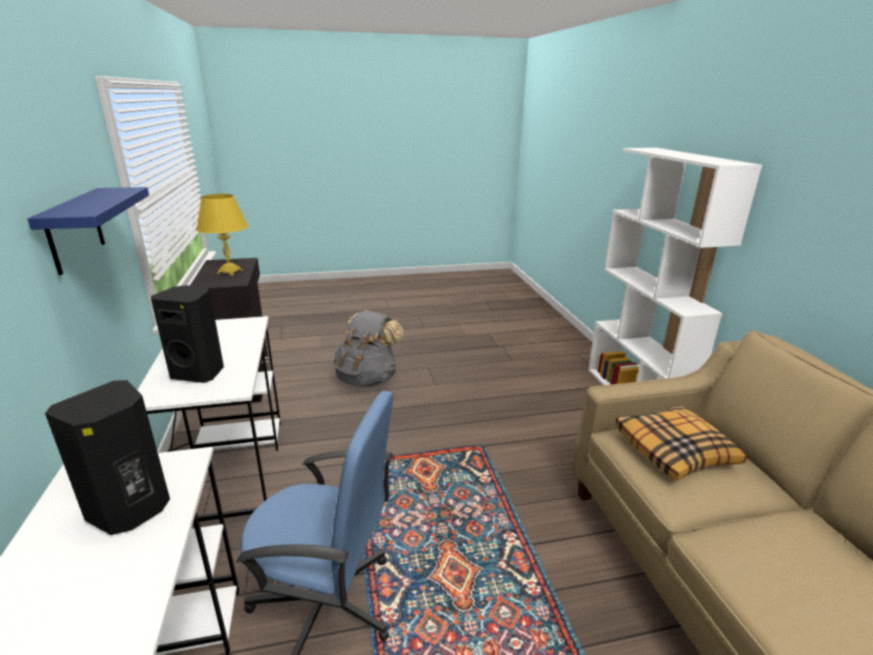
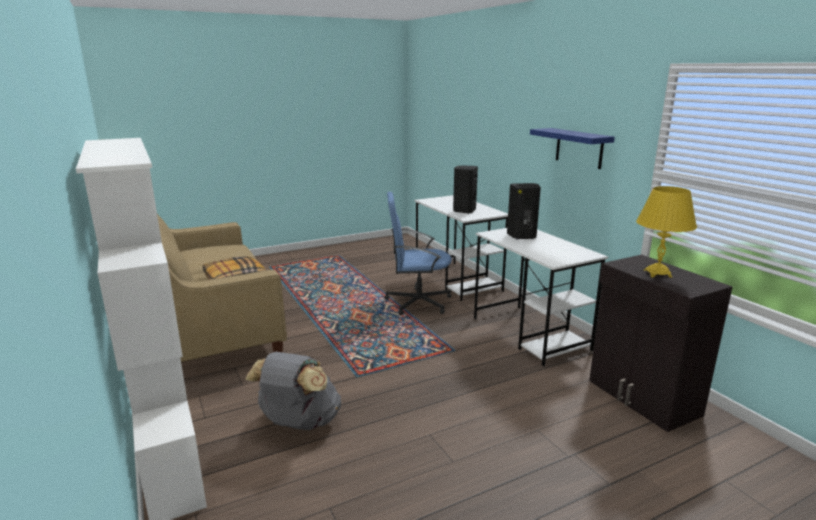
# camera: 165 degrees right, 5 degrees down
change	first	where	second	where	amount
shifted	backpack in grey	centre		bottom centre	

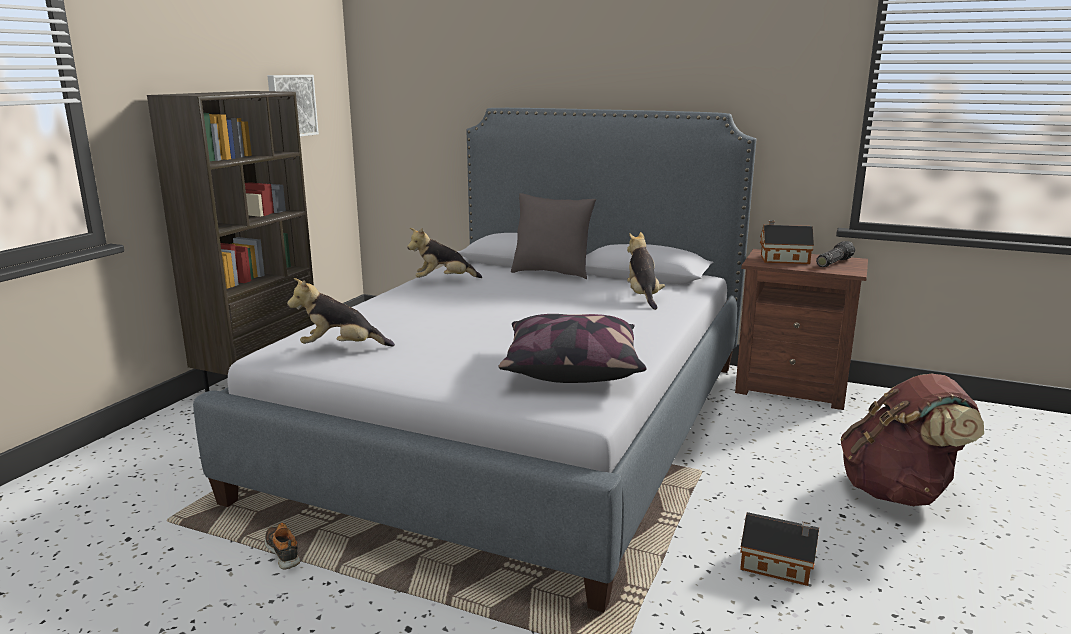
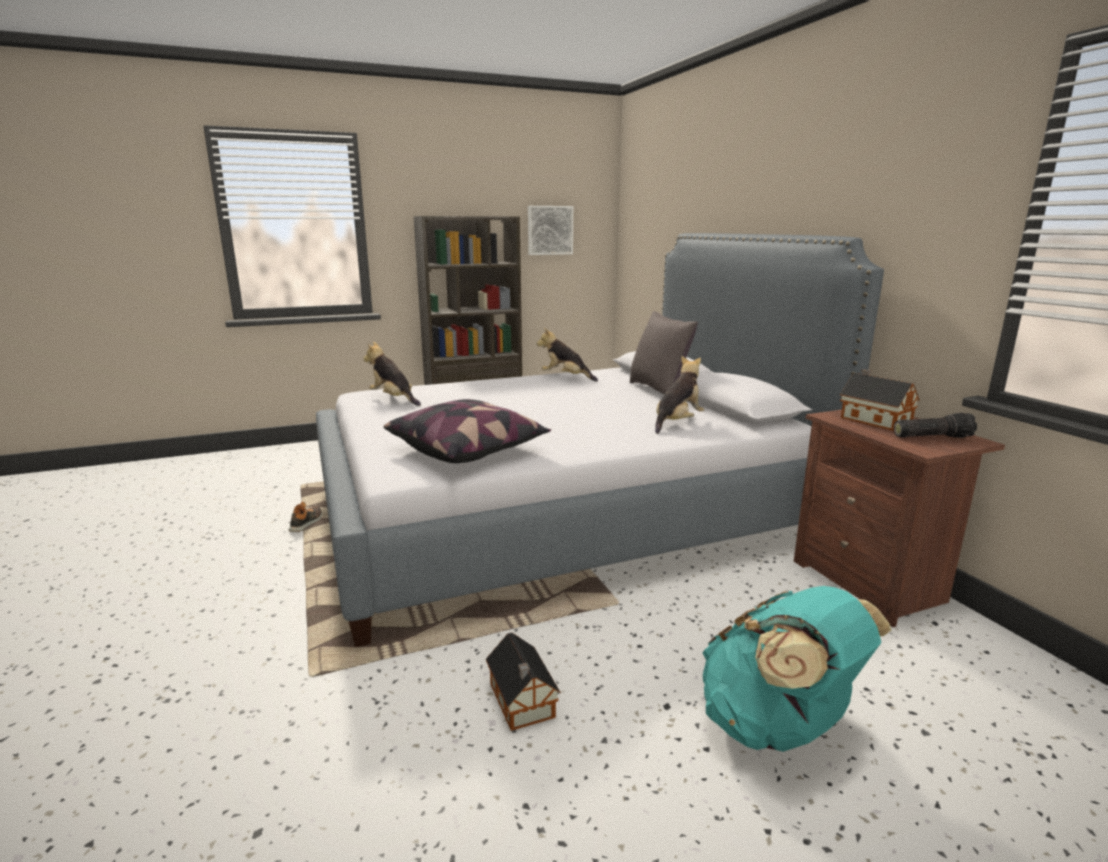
# camera: 45 degrees right, 0 degrees up
change	first	where	second	where	amount
repainted	backpack in brown	bottom right	backpack in turquoise	bottom right	

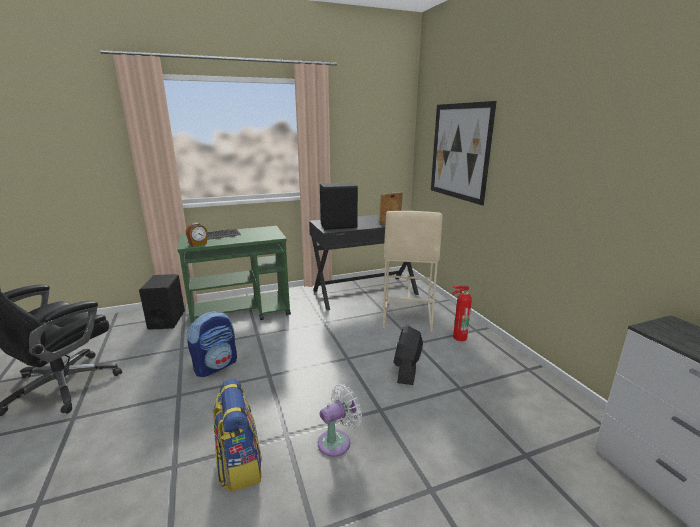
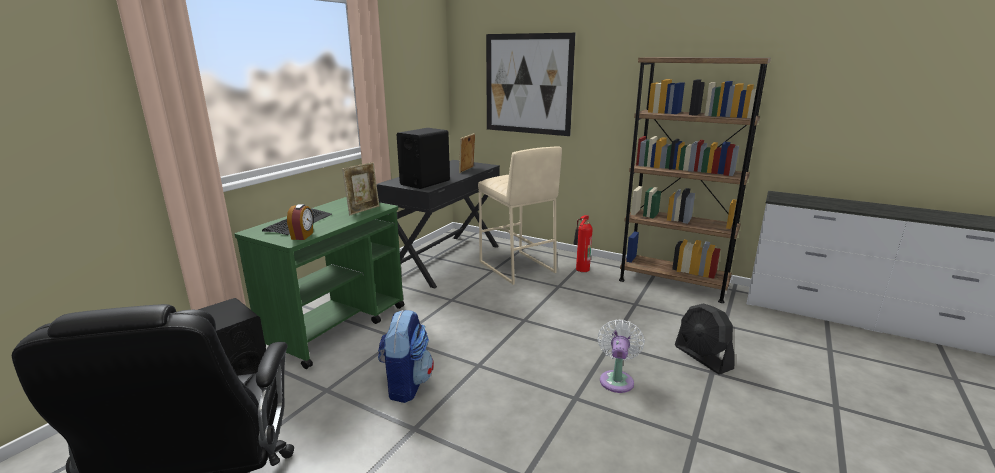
# camera: 40 degrees left, 0 degrees up
change	first	where	second	where	amount
gone	backpack (no. 2 from left)	bottom centre			
new			picture frame (no. 1 from left)	centre	
new			bookcase in brown	middle right	
shifted	fan in black	bottom centre		bottom right	

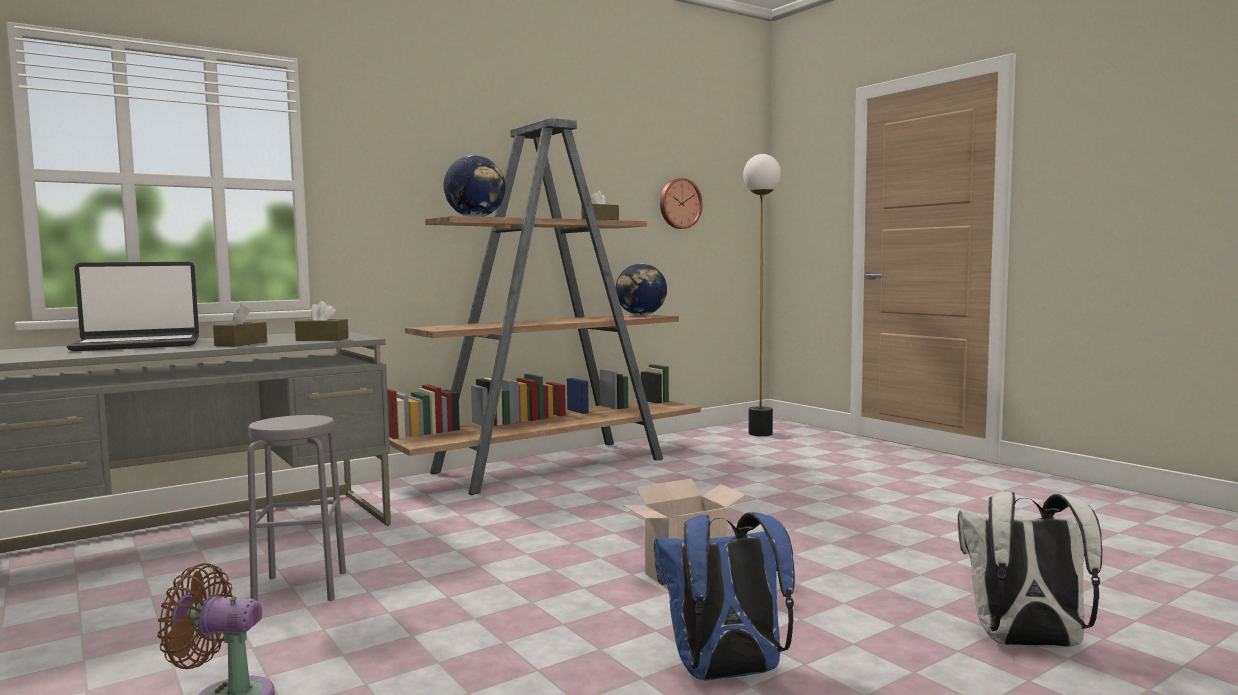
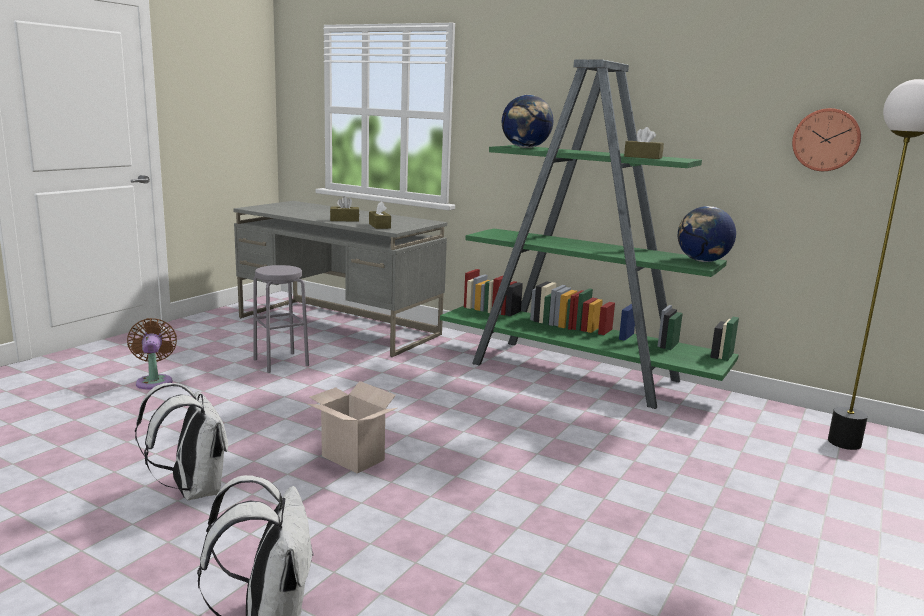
# camera: 65 degrees right, 10 degrees up
change	first	where	second	where	amount
gone	laptop	middle left			
repainted	bookcase in brown	centre	bookcase in green	centre	
repainted	backpack in blue	bottom centre	backpack in white (no. 1 from left)	bottom left	

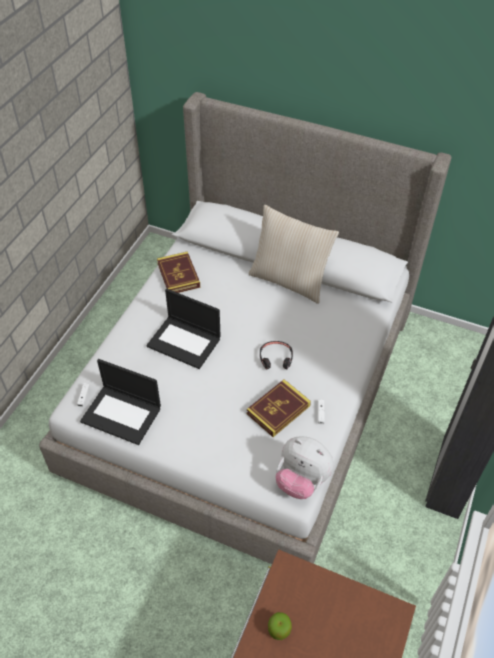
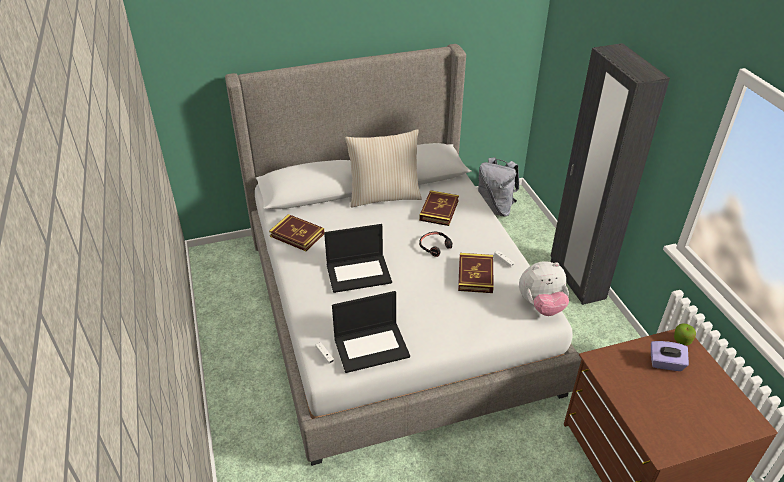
# camera: 40 degrees left, 10 degrees down
change	first	where	second	where	amount
new			book (no. 2 from left)	centre	
new			backpack in grey	centre	
new			tissue box in purple	bottom right	
shifted	apple	bottom centre		bottom right	

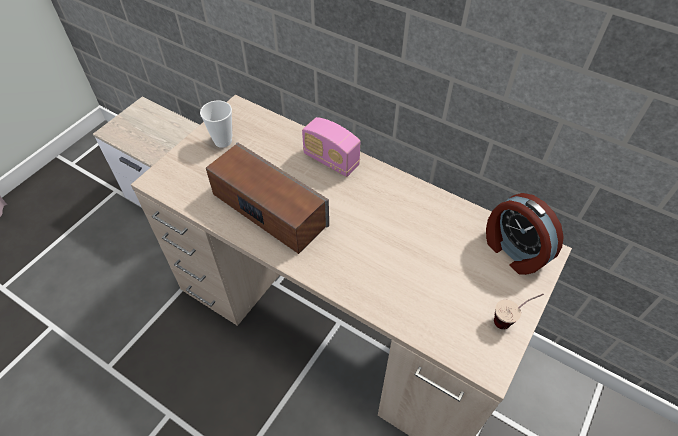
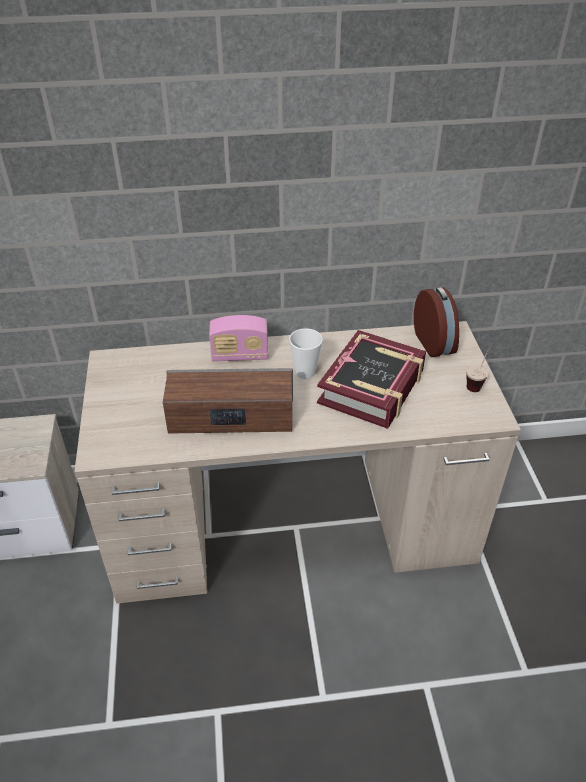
# camera: 40 degrees left, 10 degrees down
change	first	where	second	where	amount
new			book	centre	
shifted	cup (no. 1 from left)	top left		centre	
rotated	alarm clock	middle right		middle right	120 degrees counterclockwise

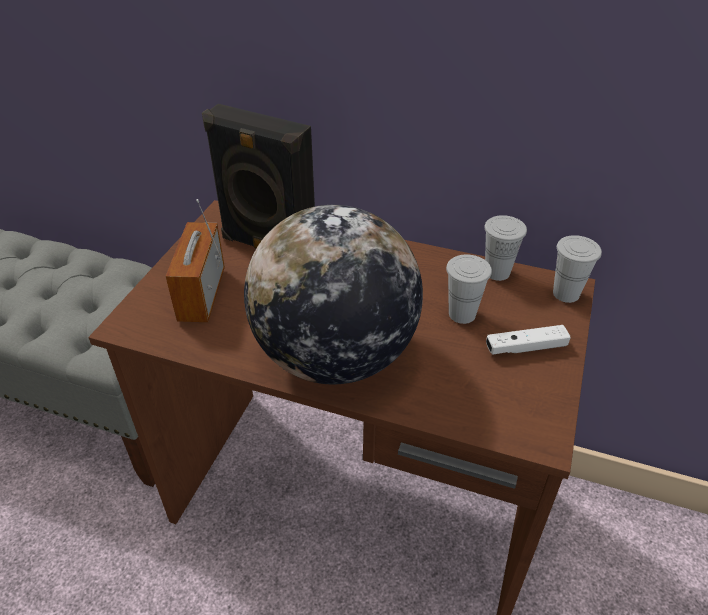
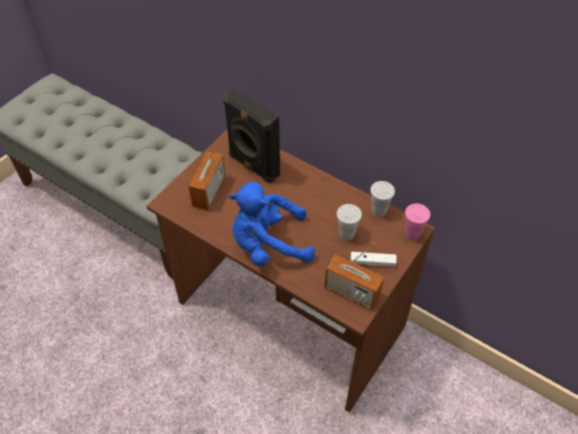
# camera: 15 degrees right, 10 degrees up
change	first	where	second	where	amount
new			radio (no. 2 from left)	centre	
swapped	globe	centre	plush toy in blue	centre	
repainted	cup in white (no. 3 from left)	middle right	cup in pink	middle right	

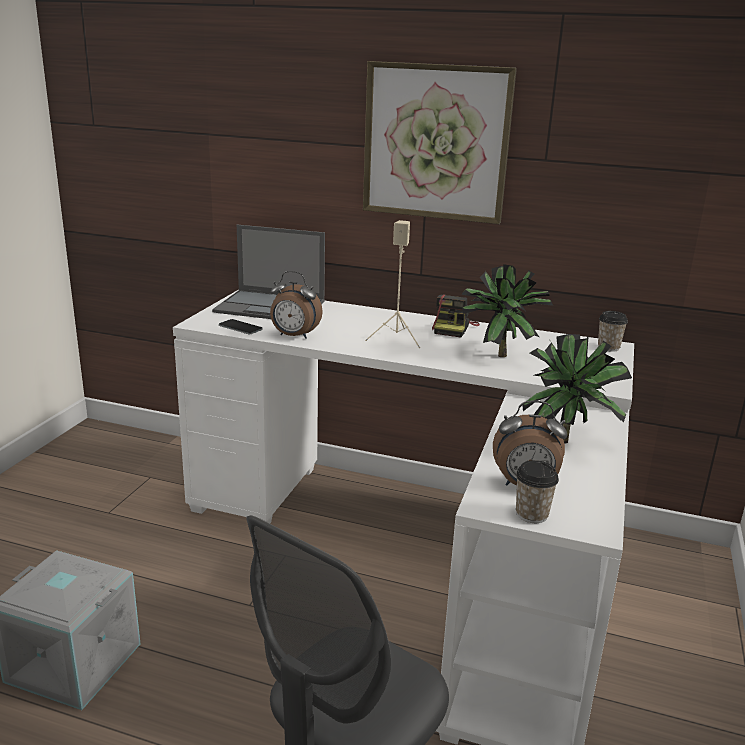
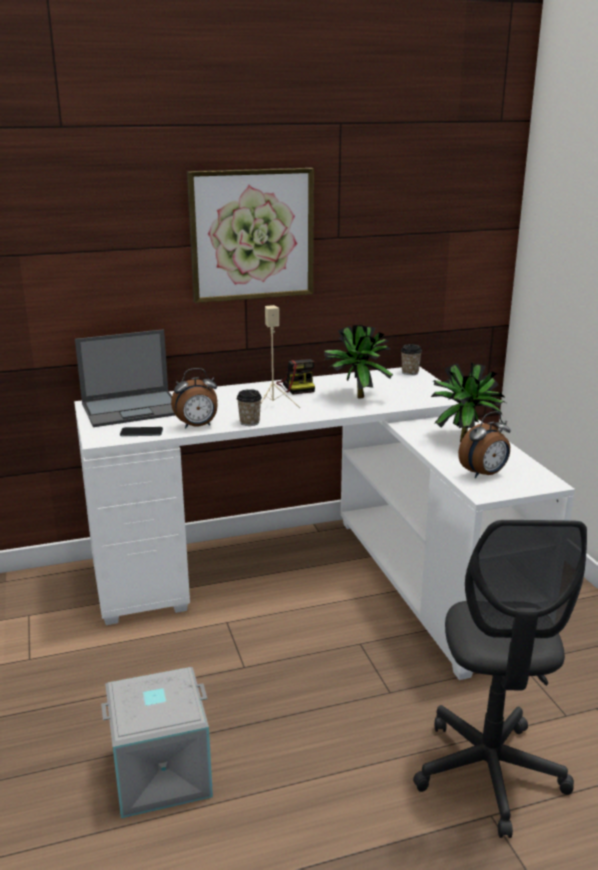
# camera: 35 degrees left, 0 degrees up
change	first	where	second	where	amount
shifted	cup (no. 1 from left)	middle right		centre	

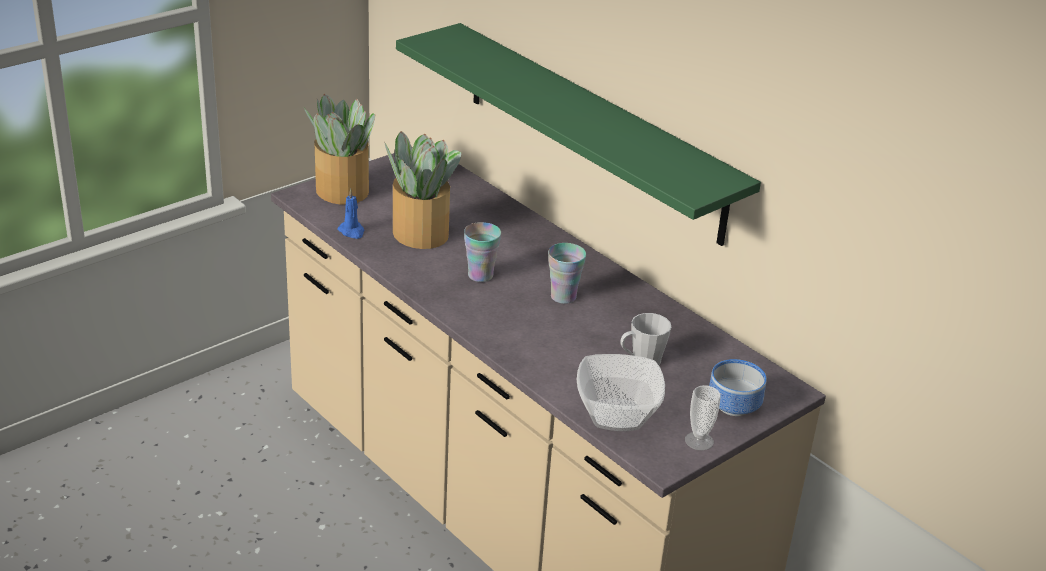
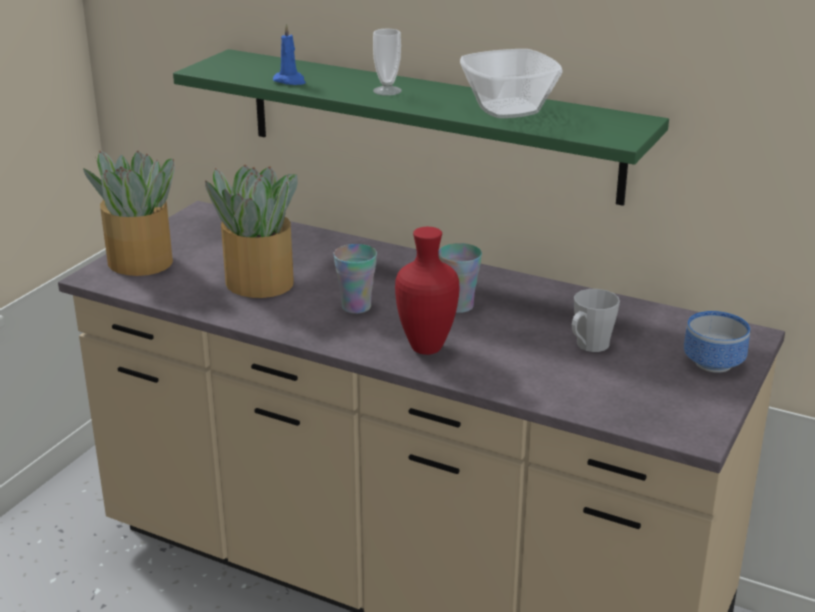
# camera: 20 degrees left, 5 degrees down
change	first	where	second	where	amount
new			vase in red	centre	
shifted	candle in blue	centre		top centre	
shifted	bowl (no. 1 from left)	bottom centre		top centre	
shifted	cup (no. 3 from left in the first image)	bottom right	cup (no. 2 from left)	top centre	

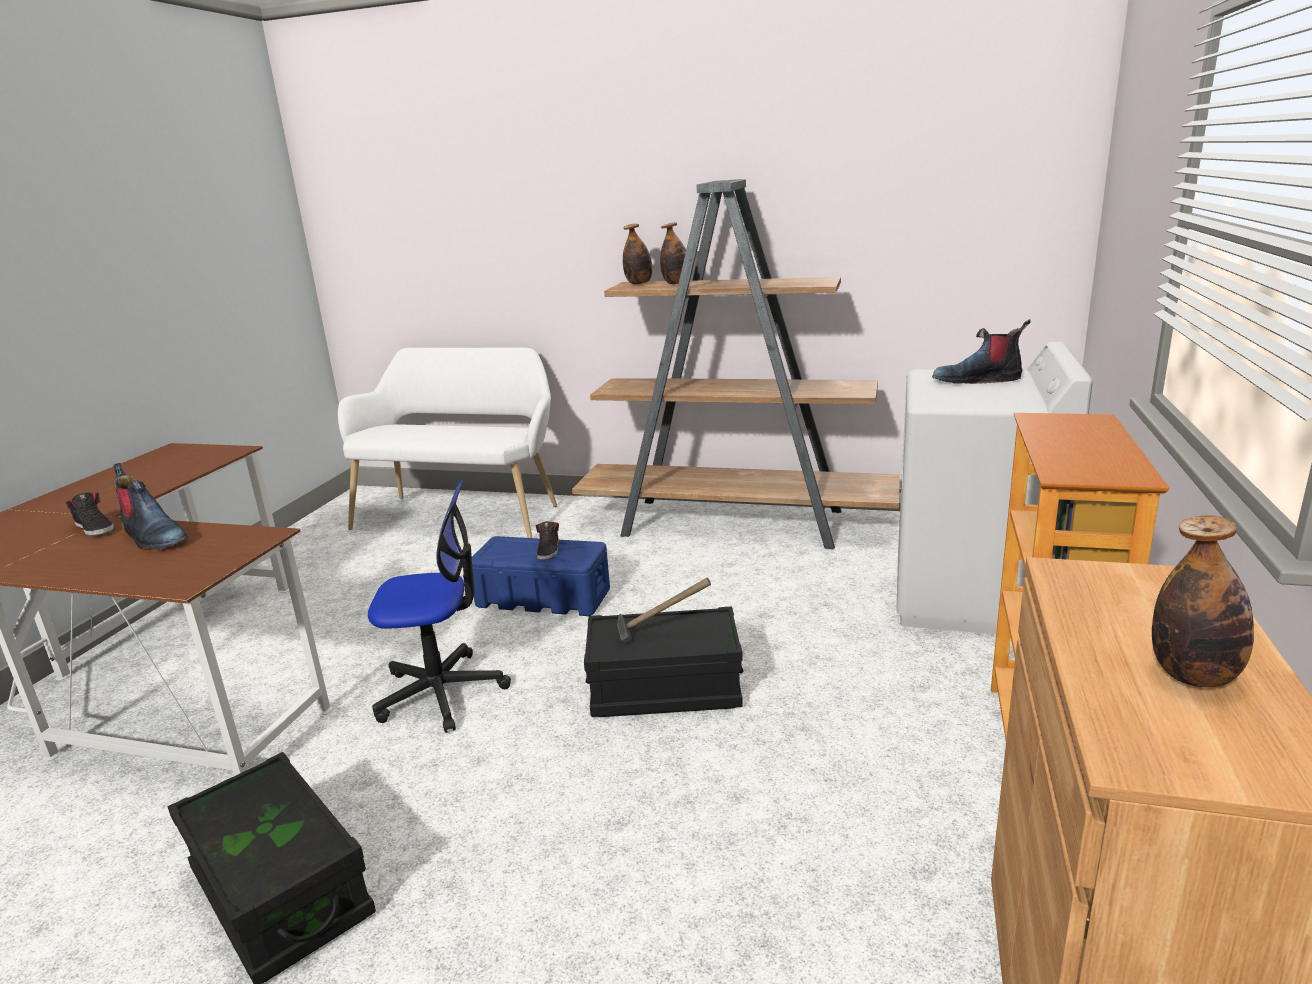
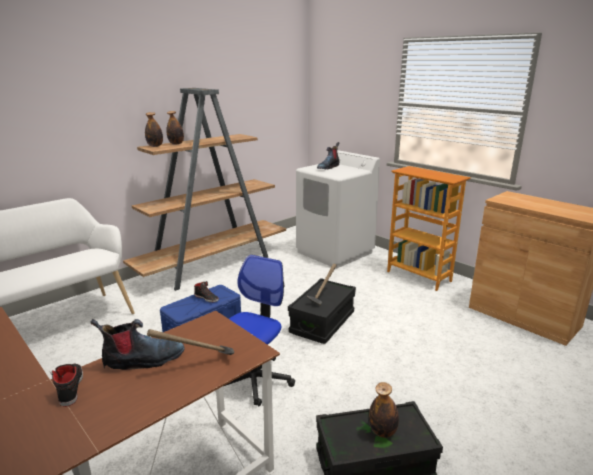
# camera: 60 degrees left, 0 degrees up
change	first	where	second	where	amount
new			hammer (no. 1 from left)	bottom left	
shifted	bottle (no. 3 from left)	middle right		bottom centre	
rotated	shoe in black (no. 1 from left)	middle left		bottom left	90 degrees counterclockwise

